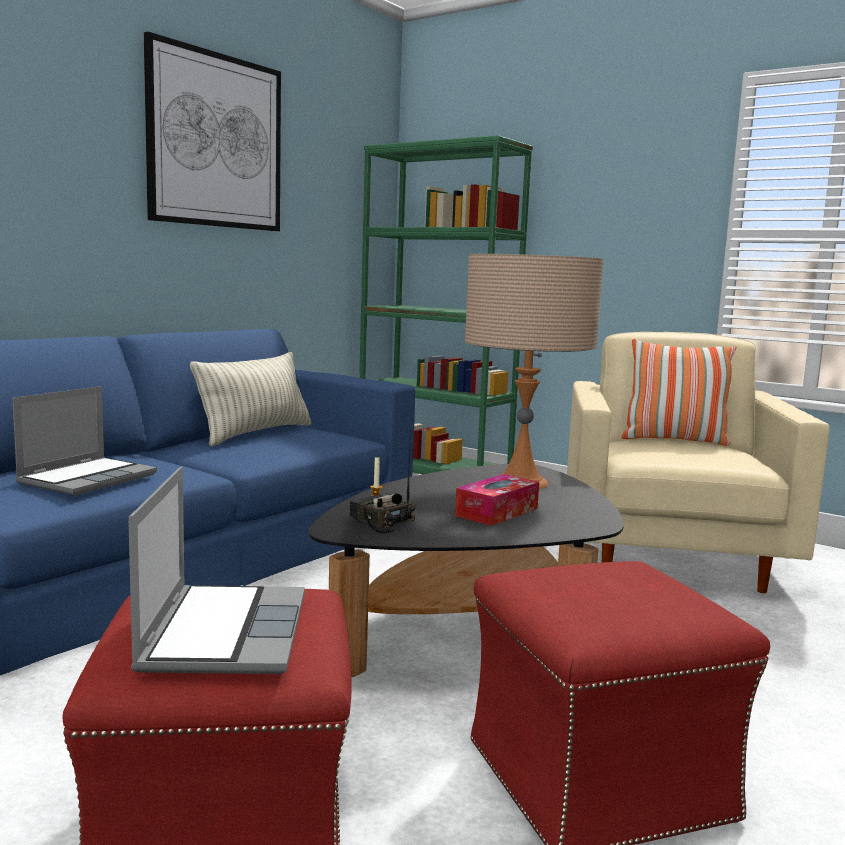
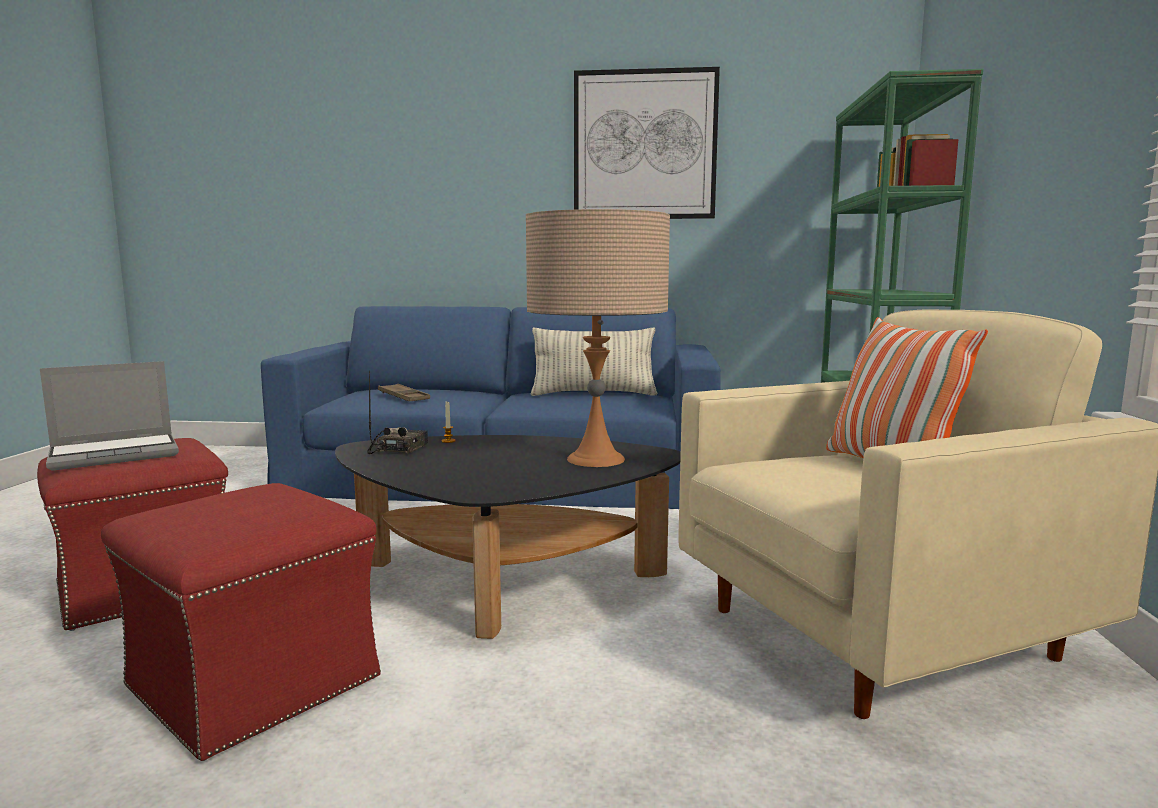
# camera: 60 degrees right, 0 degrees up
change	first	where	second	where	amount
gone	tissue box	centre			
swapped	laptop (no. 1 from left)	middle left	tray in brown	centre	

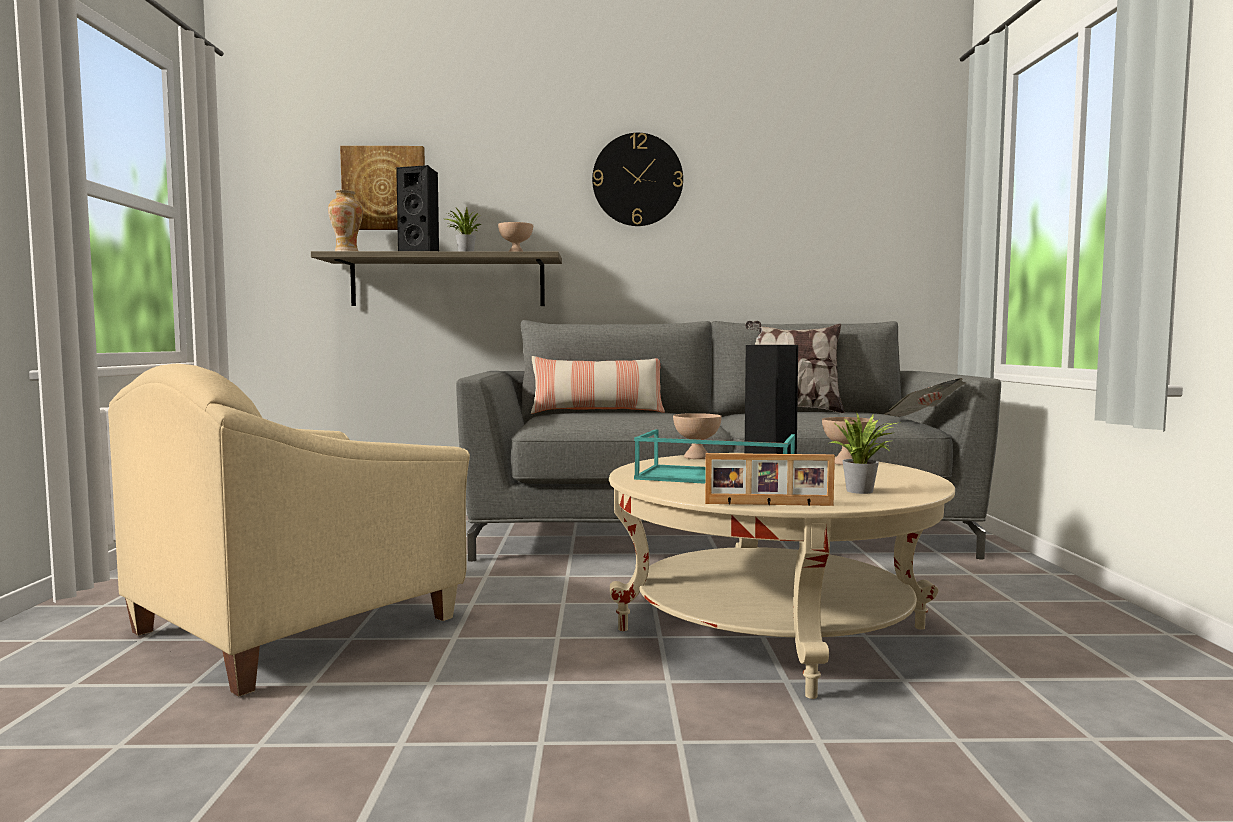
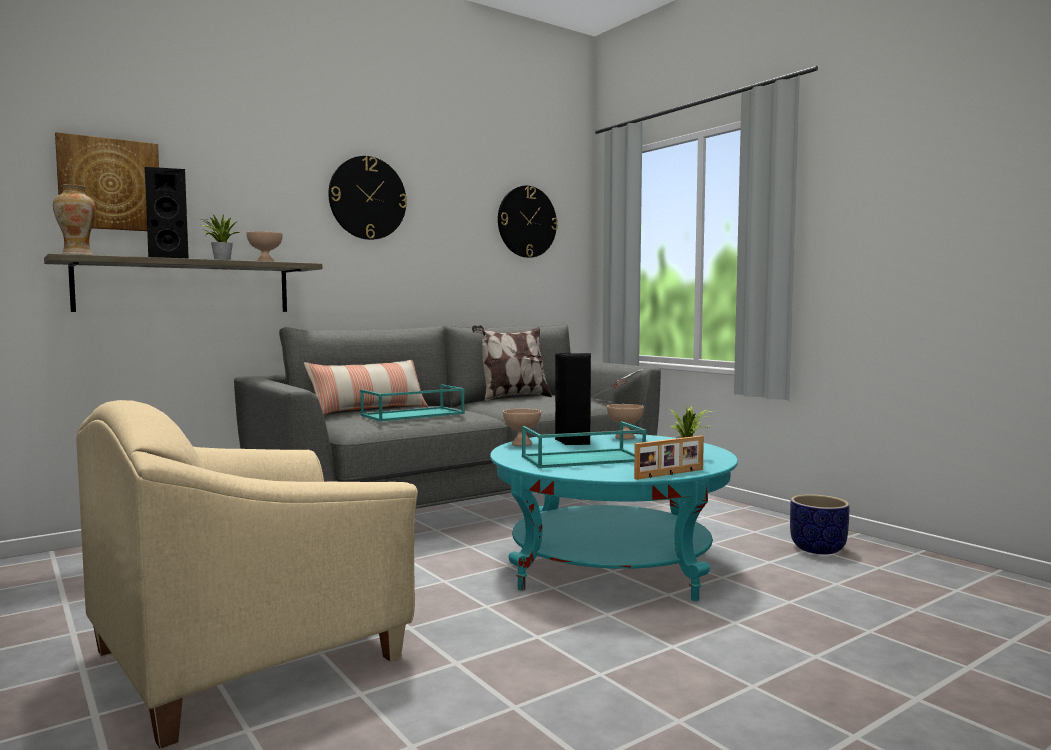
# camera: 35 degrees left, 0 degrees up
change	first	where	second	where	amount
new			tray in turquoise (no. 1 from left)	centre	
new			wall clock (no. 2 from left)	top centre	
new			planter	bottom right	
repainted	coffee table in beige	bottom centre	coffee table in turquoise	bottom centre	
rotated	armchair in beige	middle left		bottom left	45 degrees clockwise

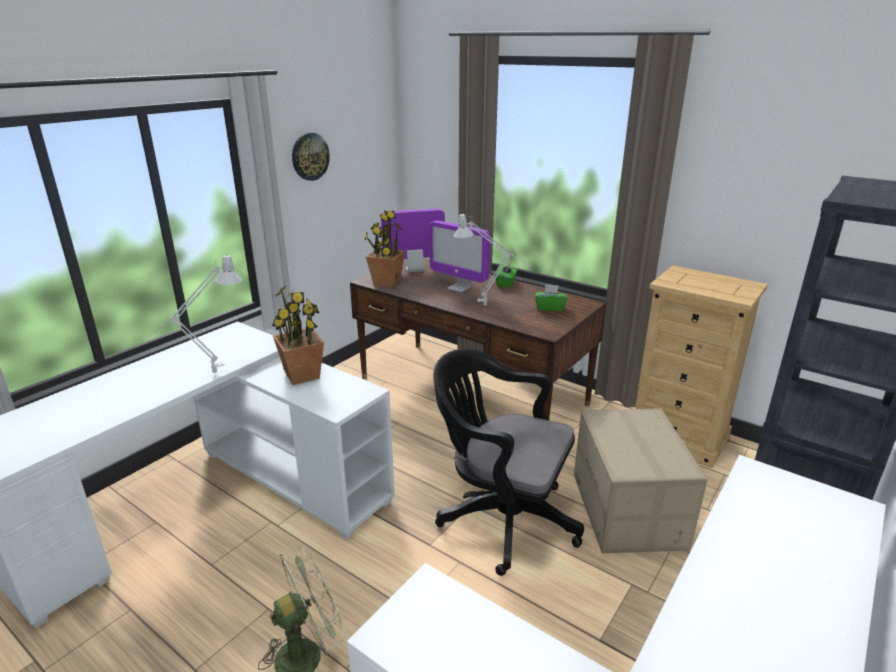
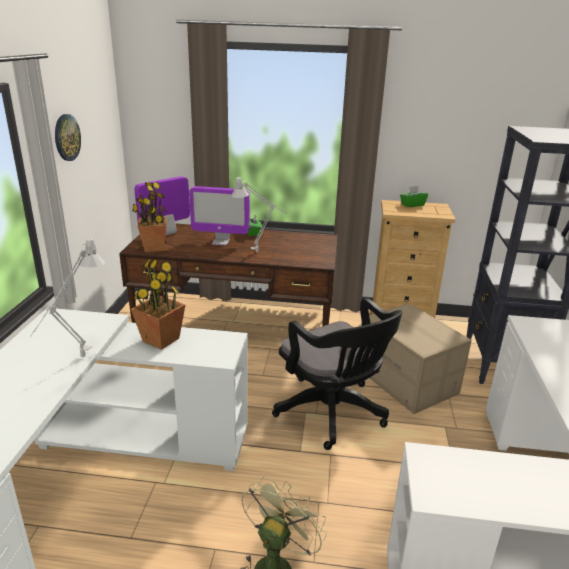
# camera: 30 degrees left, 0 degrees up
change	first	where	second	where	amount
shifted	tissue box in green (no. 2 from left)	centre		middle right	
rotated	office chair in black	bottom centre		centre	120 degrees counterclockwise

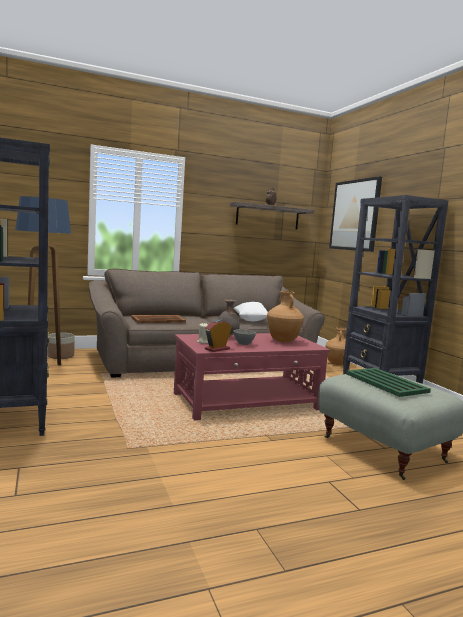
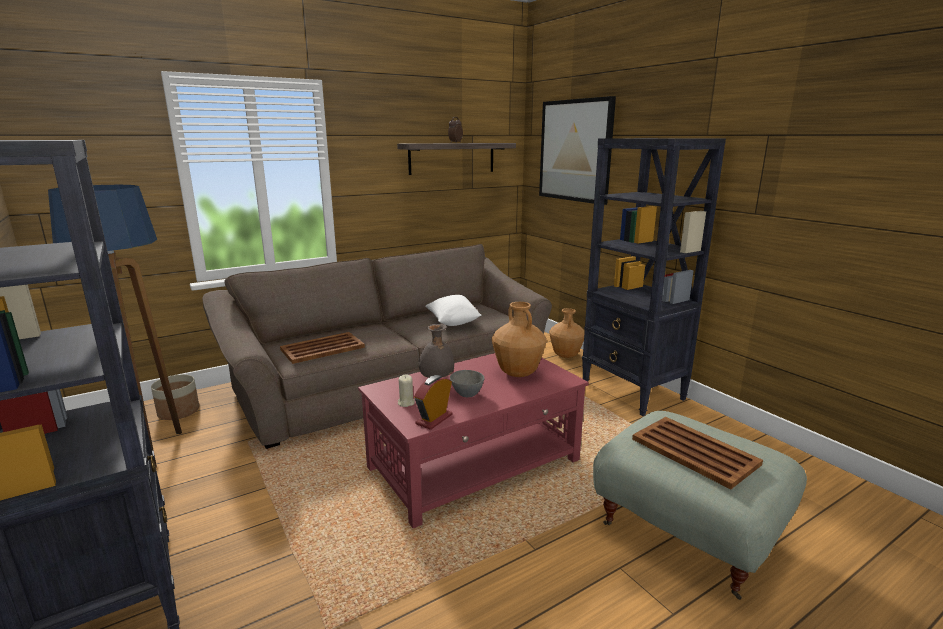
# camera: 10 degrees left, 10 degrees up
change	first	where	second	where	amount
repainted	tray in green	middle right	tray in brown (no. 2 from left)	bottom right	

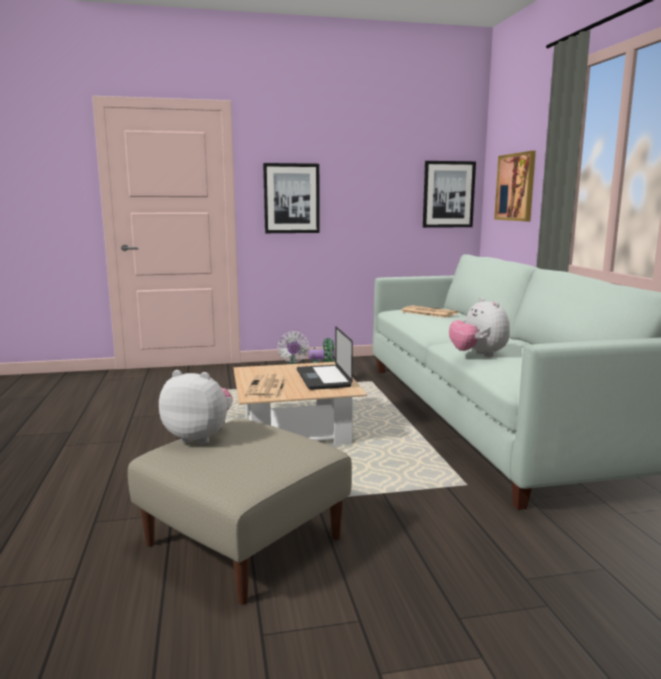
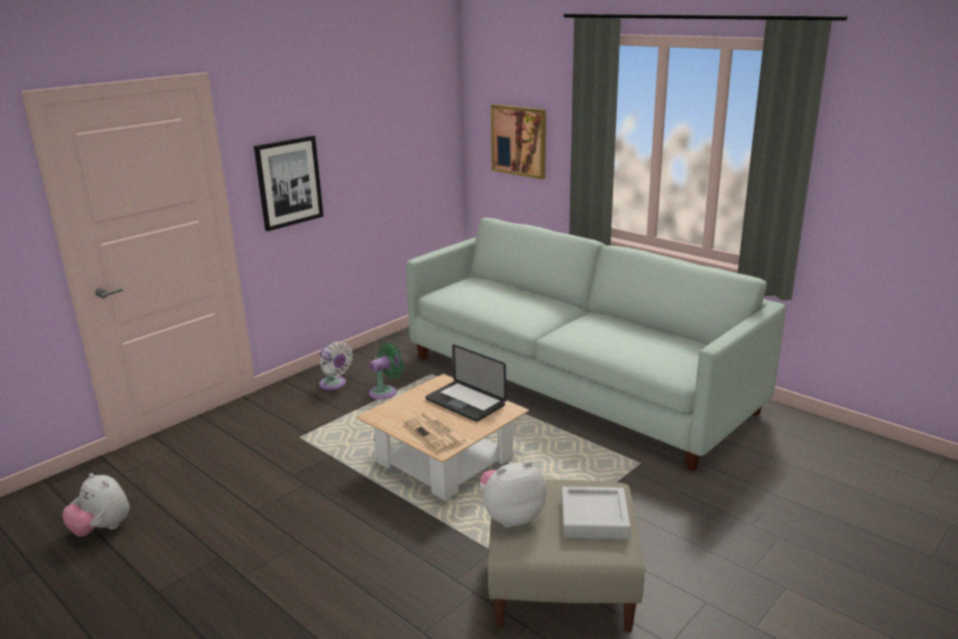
# camera: 35 degrees left, 10 degrees up
change	first	where	second	where	amount
gone	newspaper (no. 2 from left)	centre			
gone	picture (no. 2 from left)	top right			
new			tray in grey	bottom centre	
shifted	plush toy (no. 2 from left in the first image)	middle right	plush toy (no. 1 from left)	bottom left	

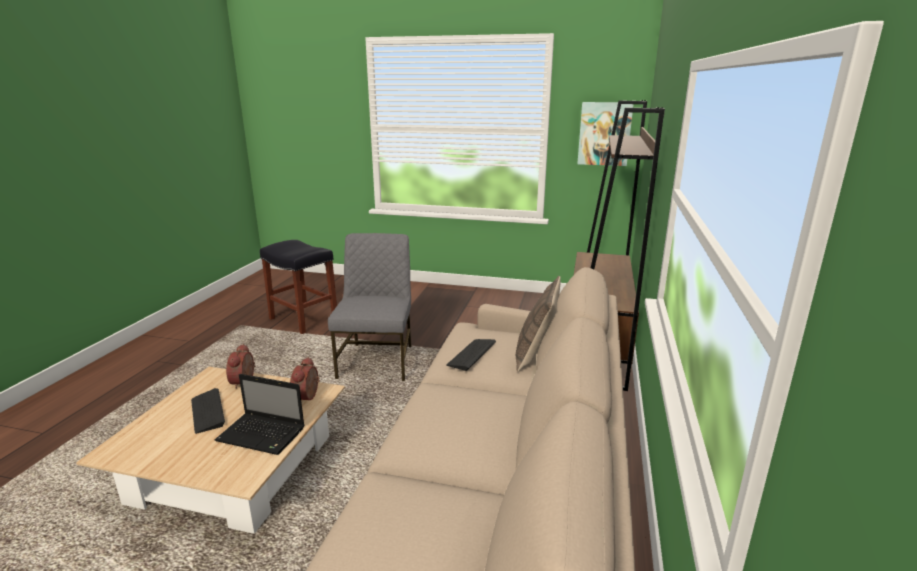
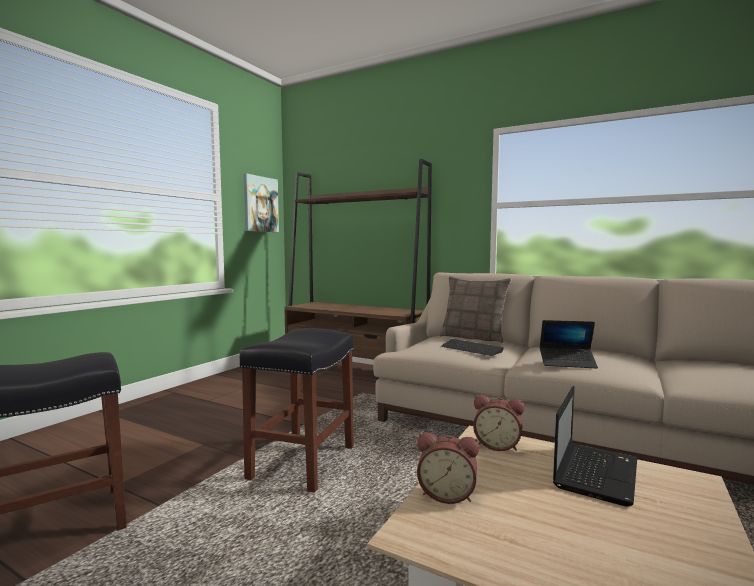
# camera: 75 degrees left, 15 degrees down
change	first	where	second	where	amount
gone	keyboard (no. 1 from left)	bottom left			
new			laptop (no. 1 from left)	middle right	
swapped	chair in grey	centre	stool in black (no. 2 from left)	bottom centre	

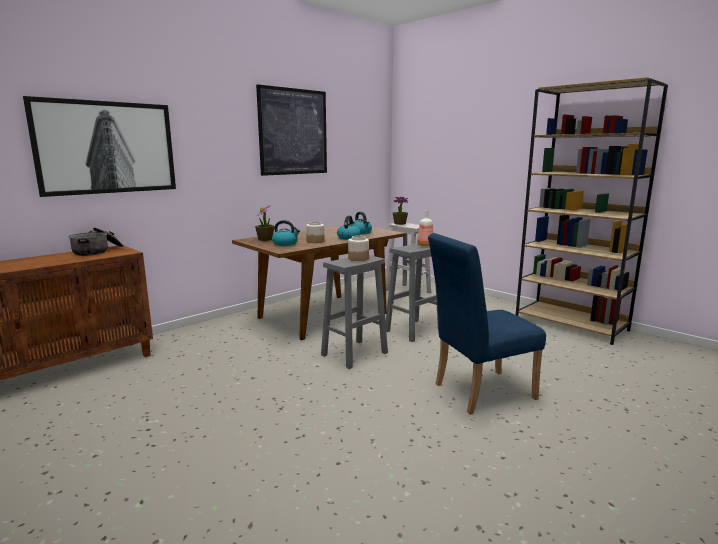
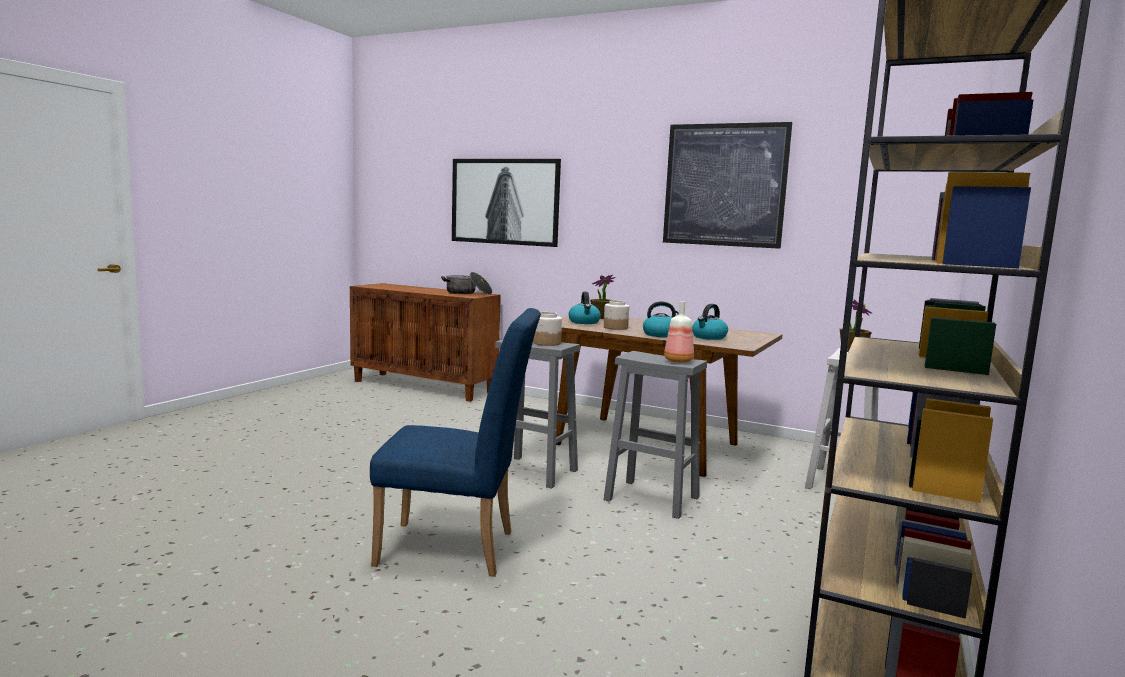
# camera: 70 degrees right, 5 degrees down
change	first	where	second	where	amount
rotated	chair in blue	middle right		centre	135 degrees clockwise

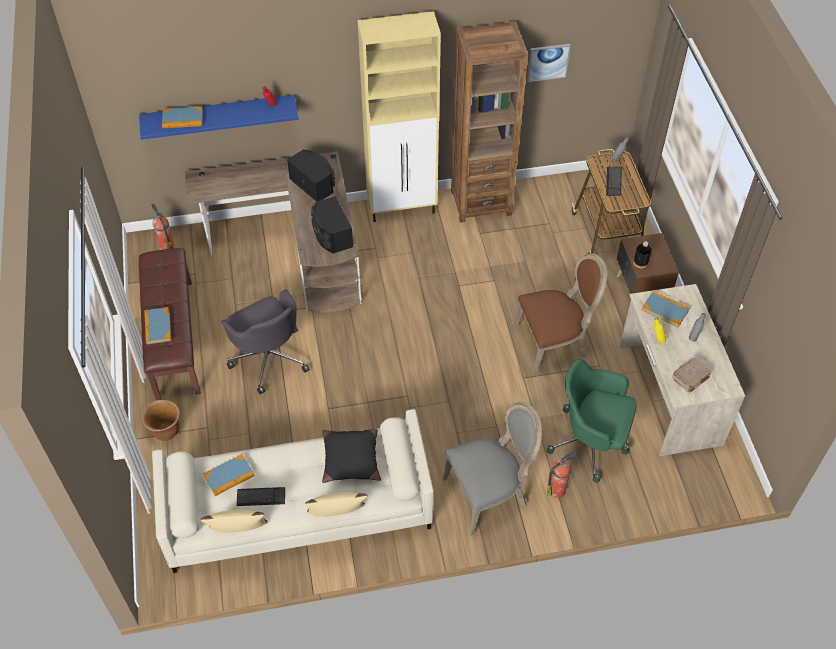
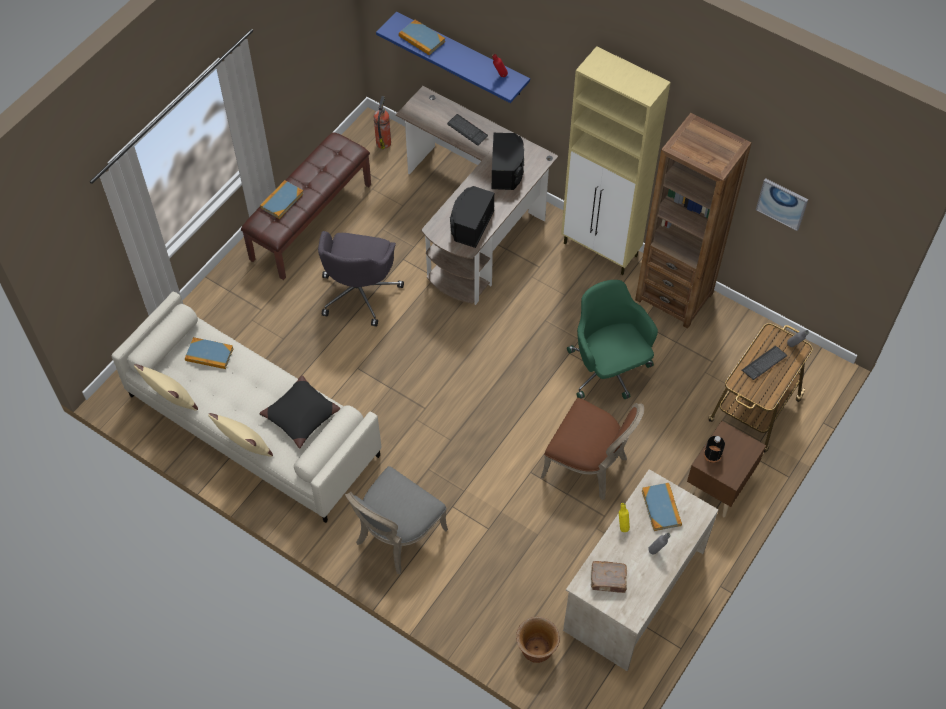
# camera: 45 degrees right, 5 degrees up
change	first	where	second	where	amount
gone	fire extinguisher (no. 2 from left)	bottom right			
shifted	planter in brown	middle left		bottom centre	
shifted	keyboard (no. 1 from left)	bottom left		top centre	
shifted	office chair in green	middle right		centre	
rotated	chair in grey	bottom centre		bottom centre	105 degrees clockwise

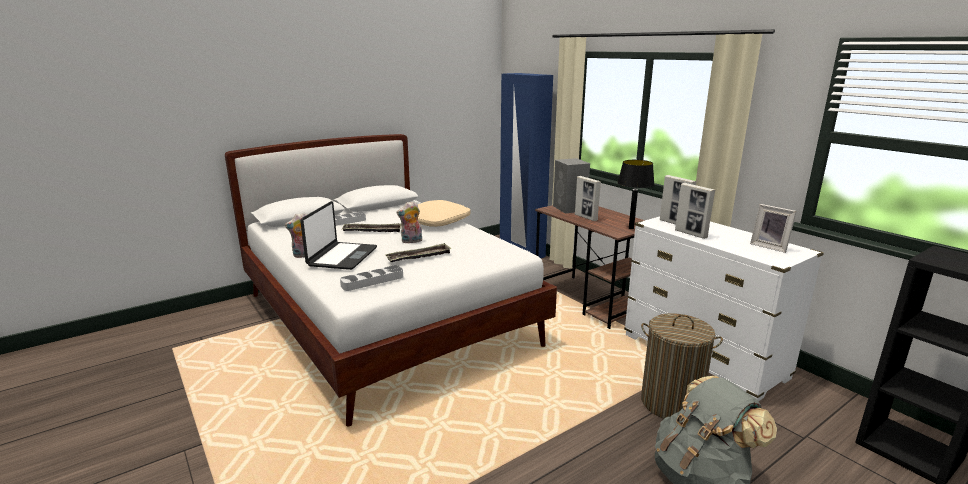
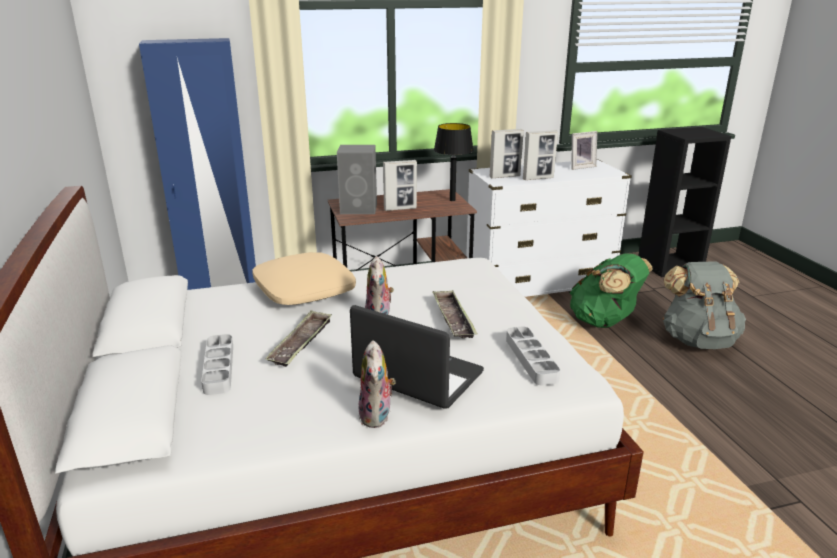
# camera: 70 degrees left, 5 degrees up
change	first	where	second	where	amount
swapped	laundry basket	bottom right	backpack in green	middle right	

